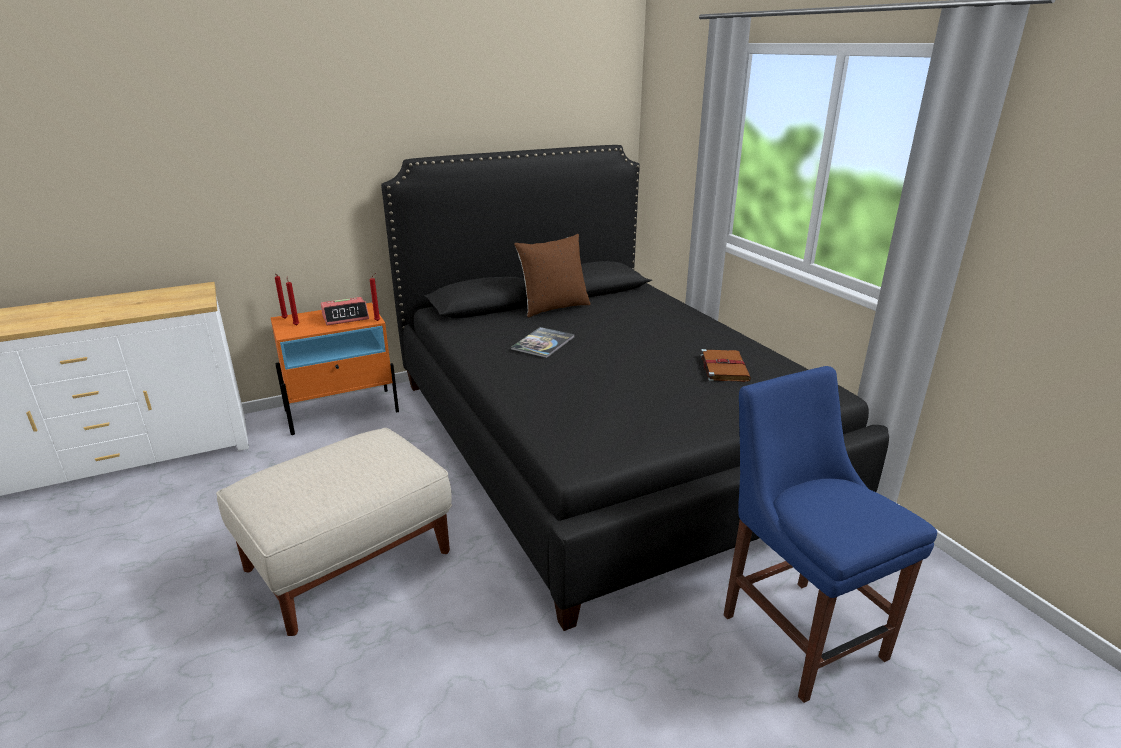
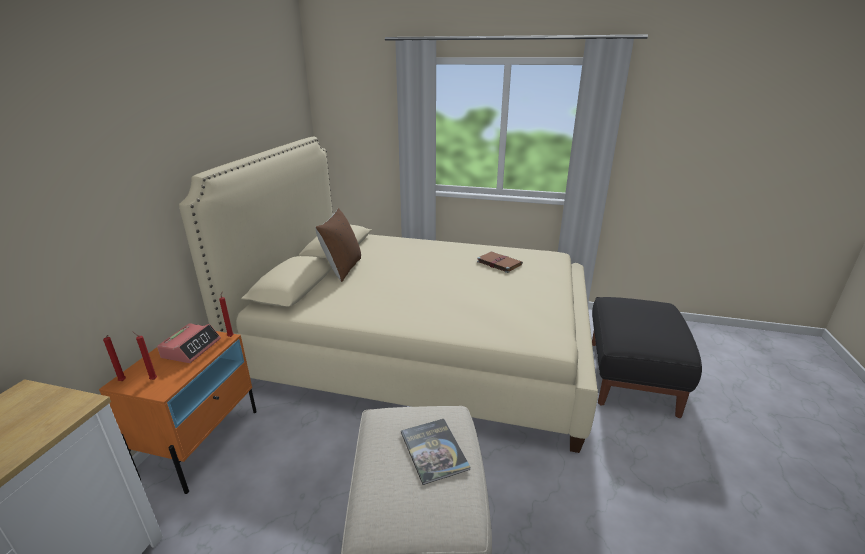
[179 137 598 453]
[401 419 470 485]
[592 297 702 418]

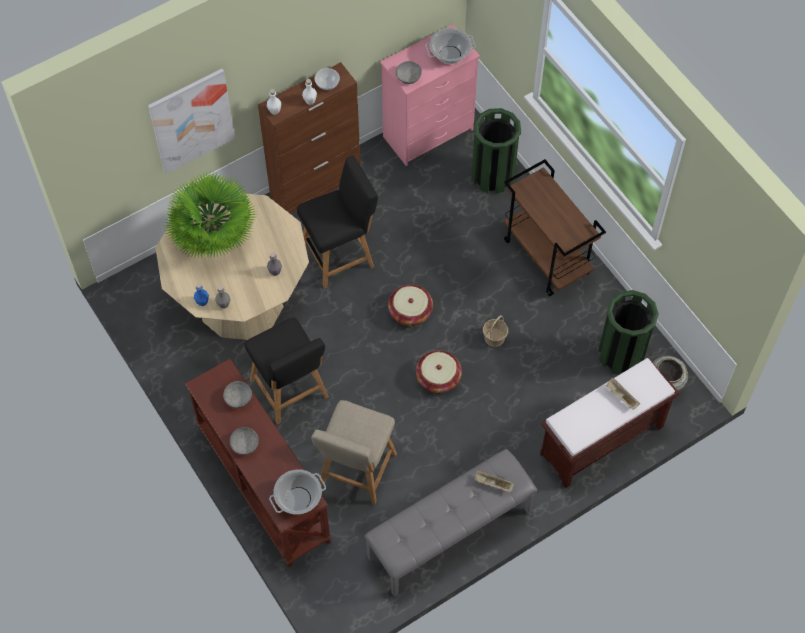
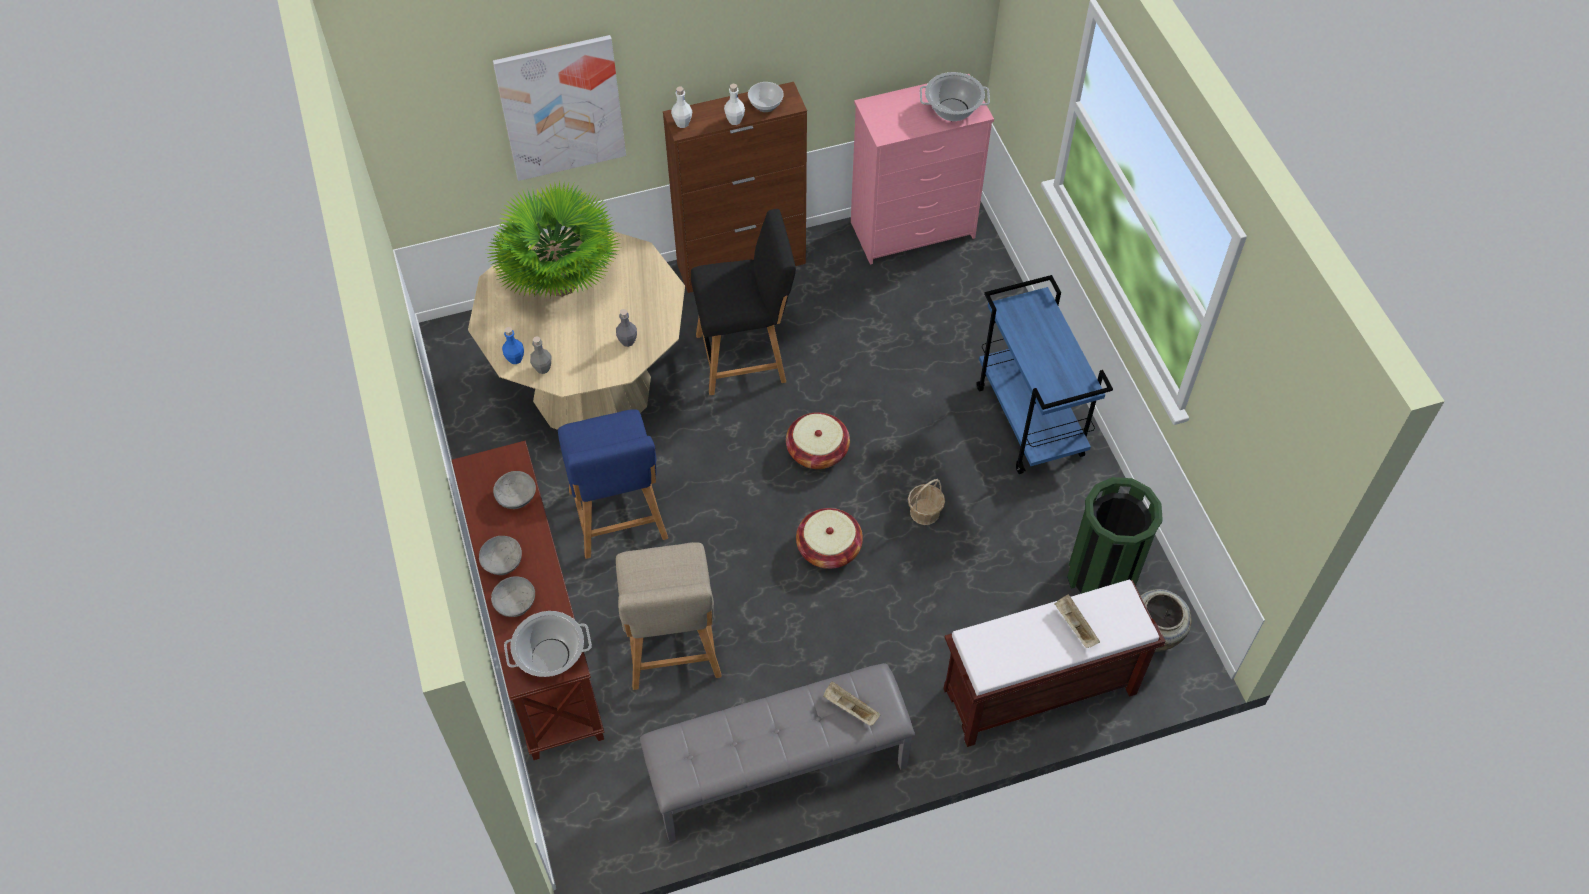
[491 576 535 617]
[558 409 668 559]
[616 542 722 690]
[976 275 1113 474]
[471 108 521 193] (first image)

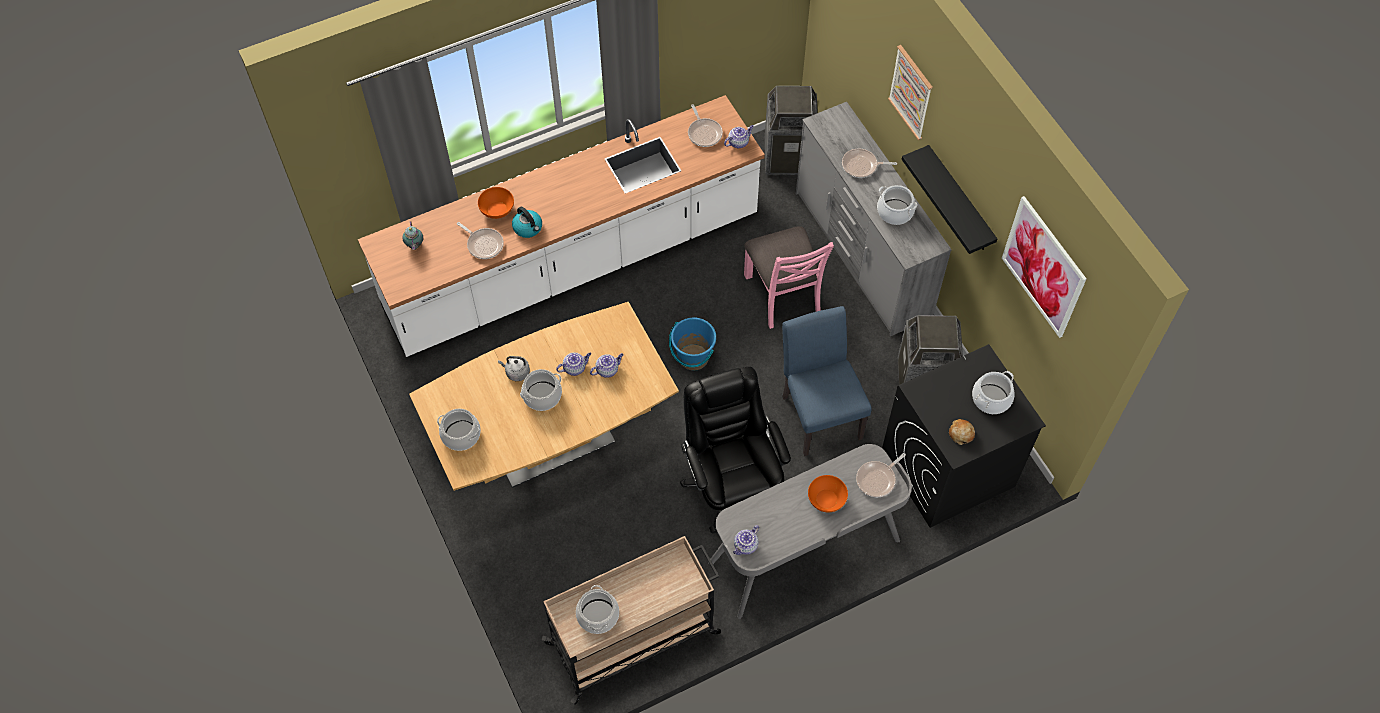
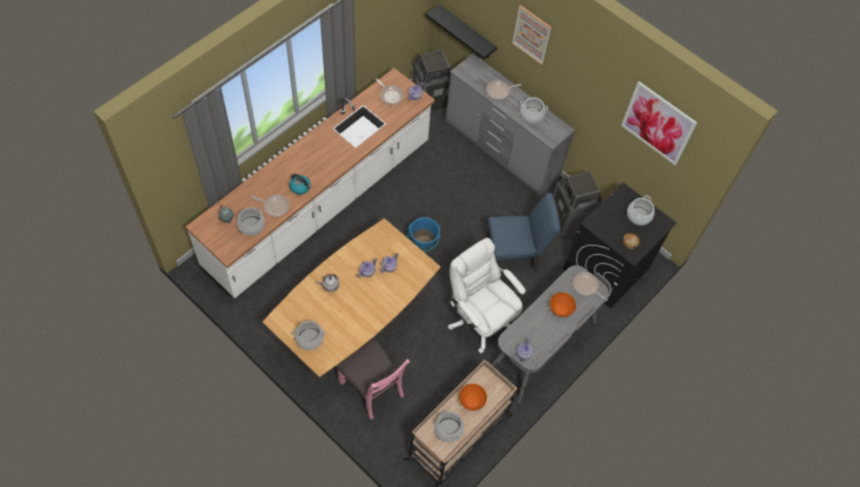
[237 207 265 236]
[337 339 410 420]
[426 4 497 60]
[448 238 526 353]
[459 384 487 411]
[486 193 561 271]
[573 272 608 301]

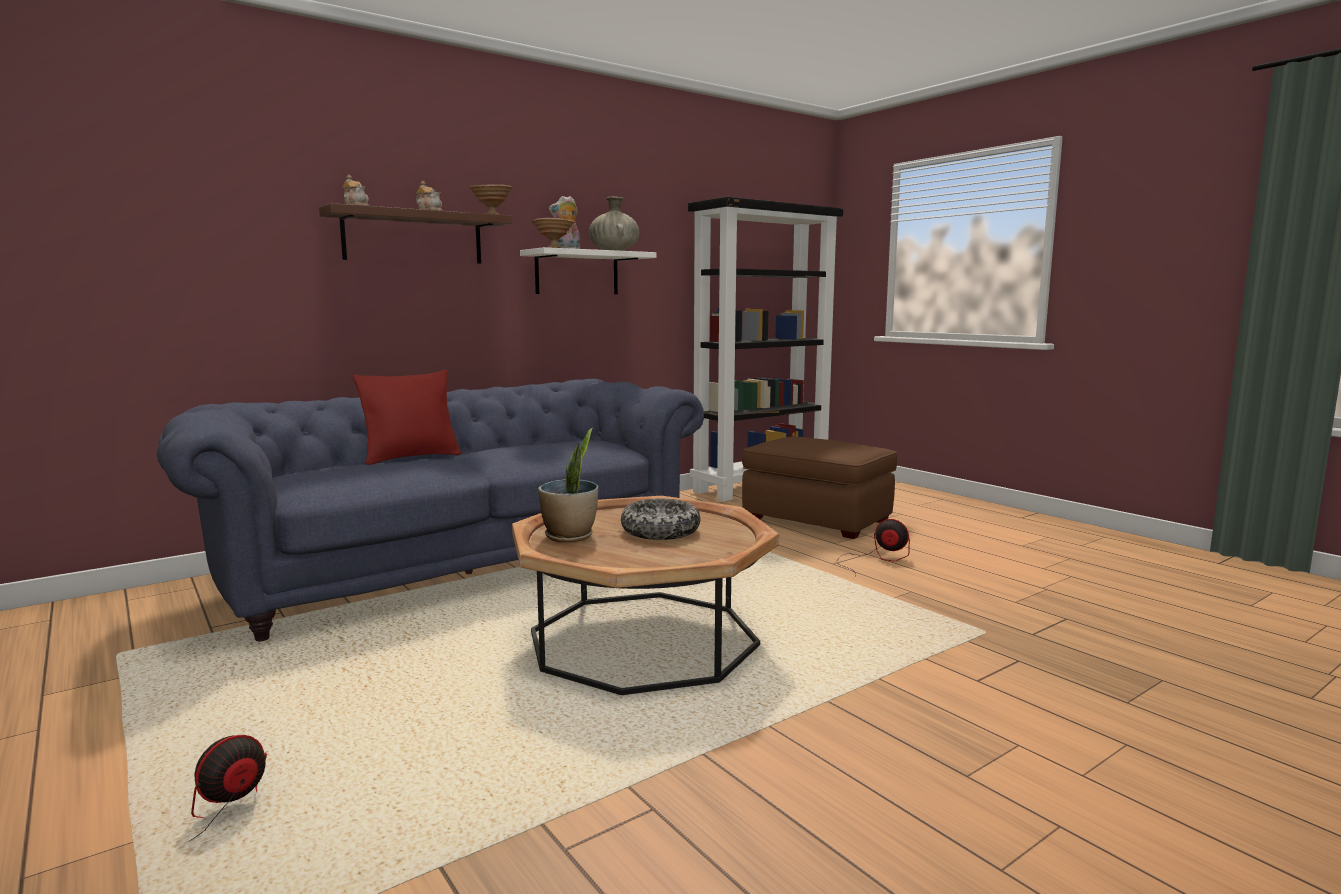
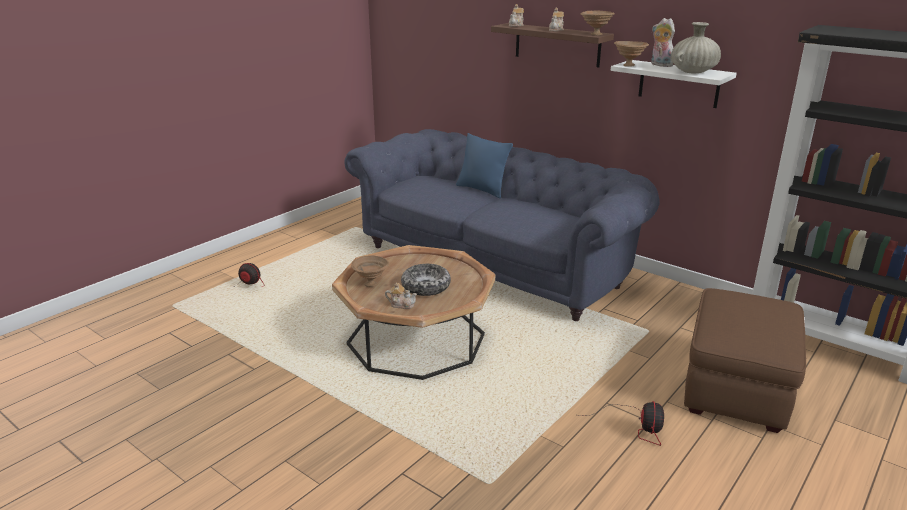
[351 255 389 287]
[385 283 417 309]
[456 133 513 198]
[538 428 598 543] (first image)

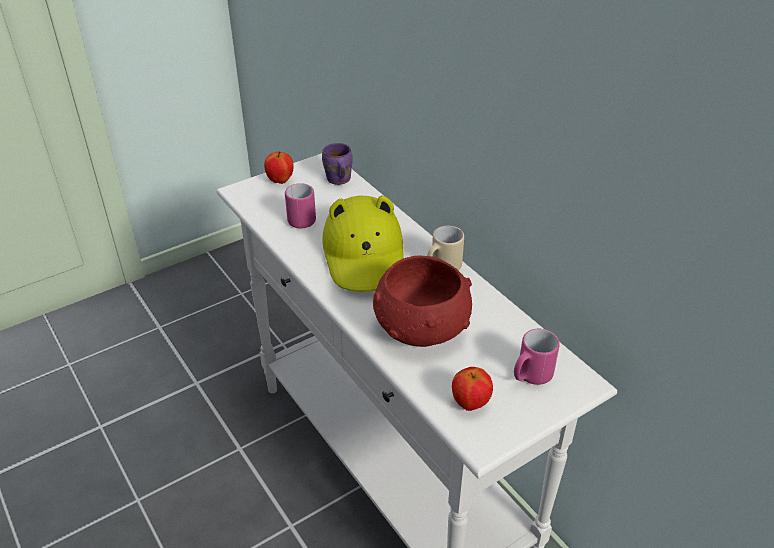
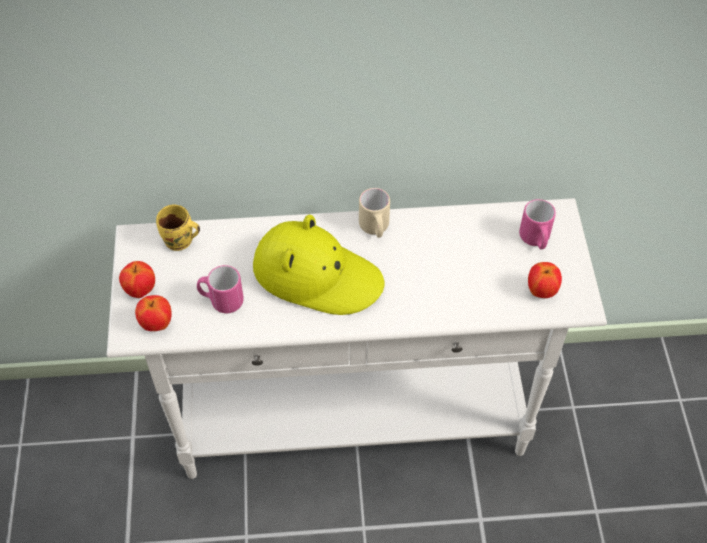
[135 295 172 331]
[156 205 200 251]
[373 256 472 347] (first image)

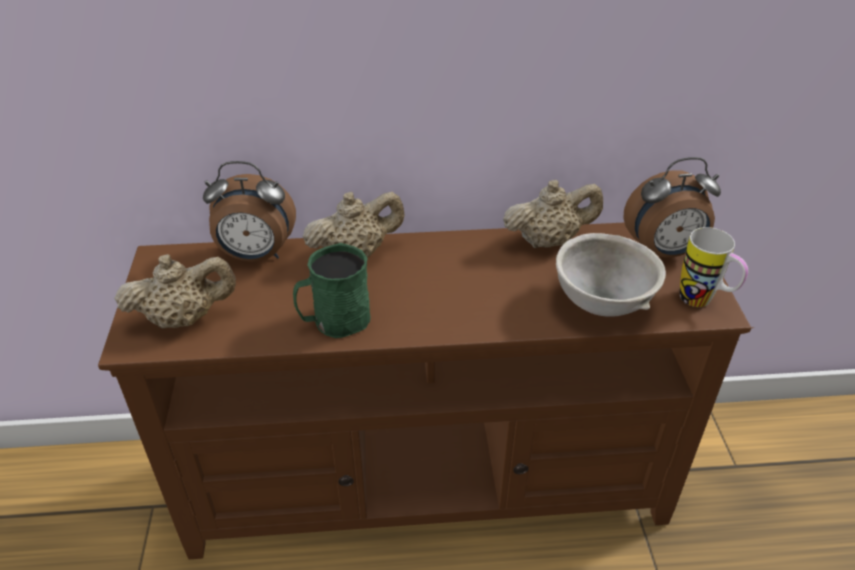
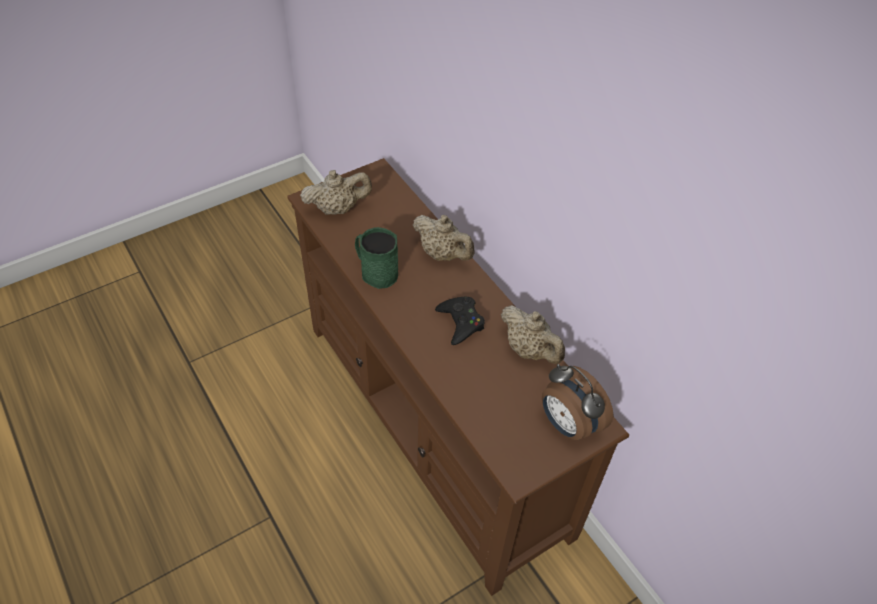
[300 170 372 215]
[435 297 485 345]
[203 161 296 262] (first image)
[556 233 666 317] (first image)
[680 227 748 307] (first image)

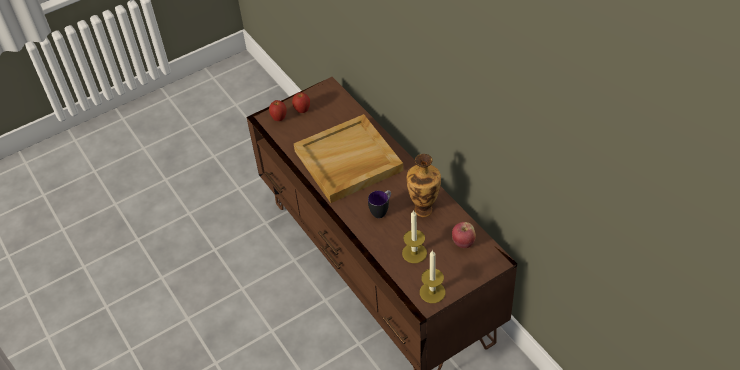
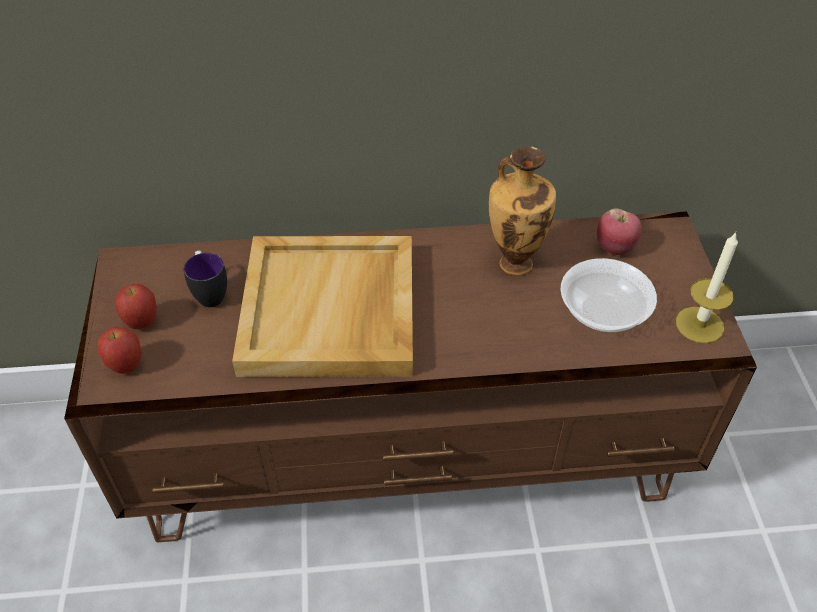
[184 250 227 307]
[561 258 657 332]

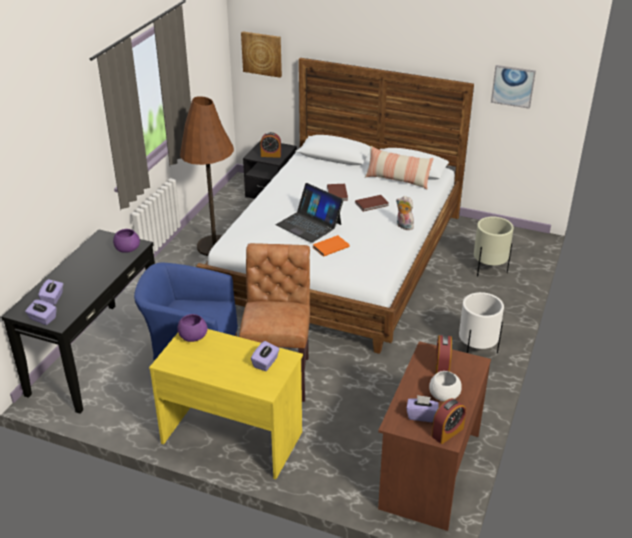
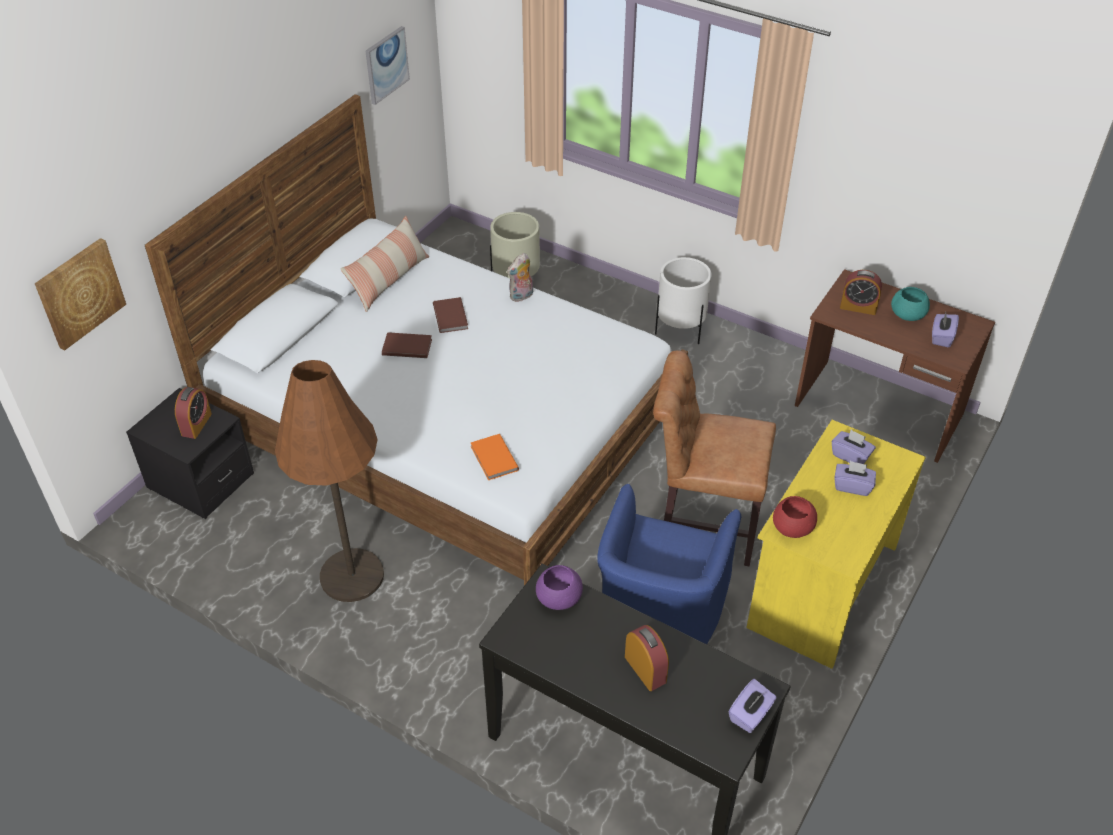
[471 434 519 480]
[625 625 669 691]
[773 496 817 538]
[834 461 876 496]
[891 287 930 321]
[276 183 344 243] (first image)

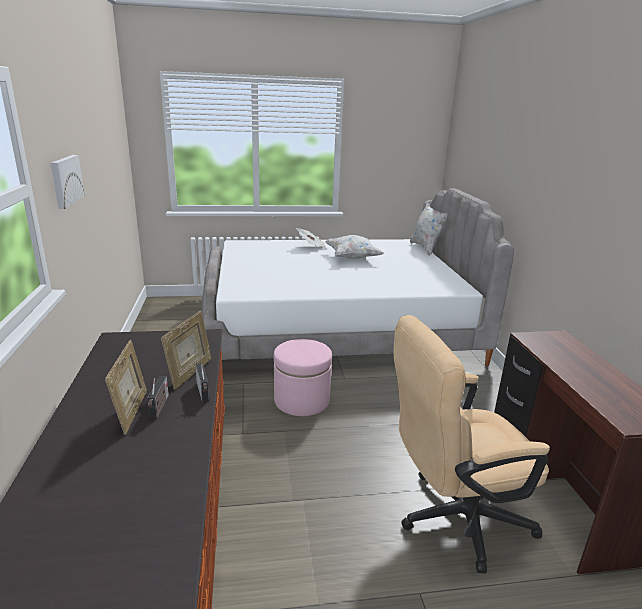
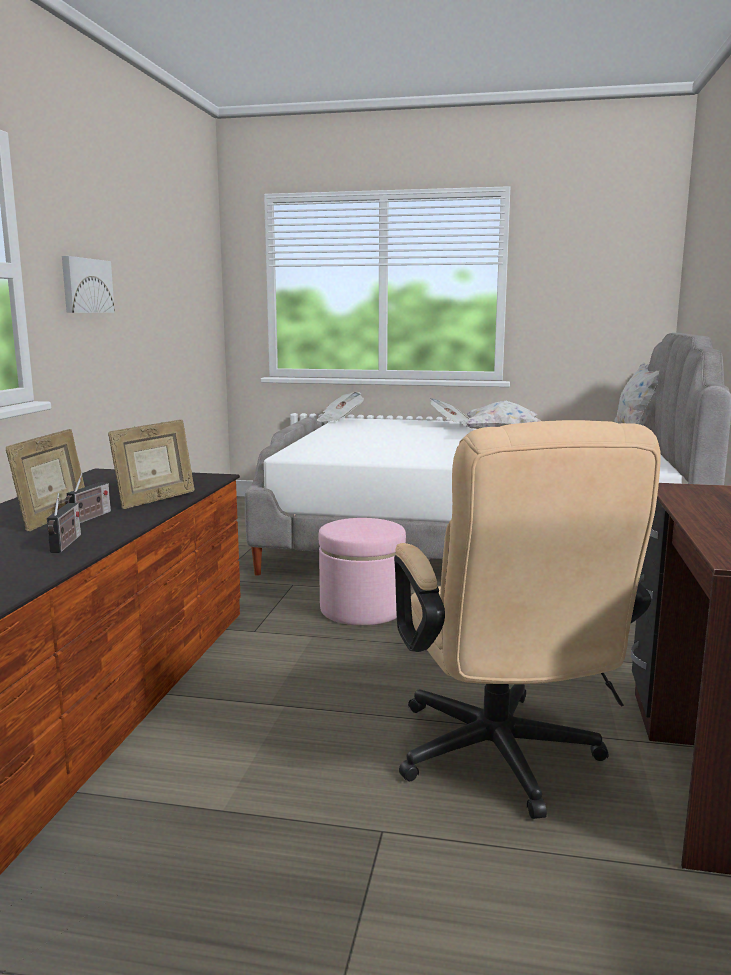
[47 493 81 553]
[317 392 364 422]
[394 420 661 819]

